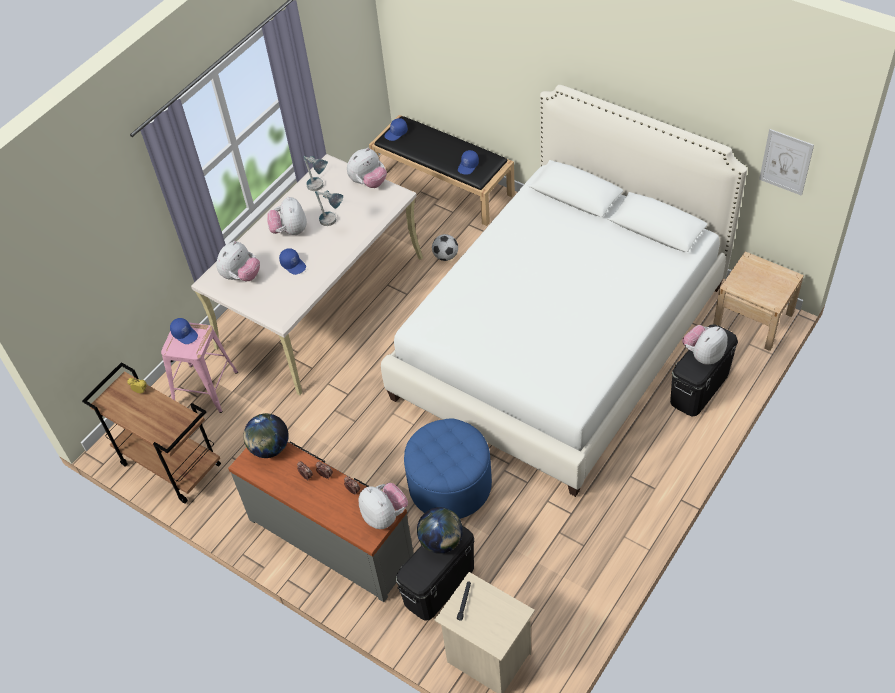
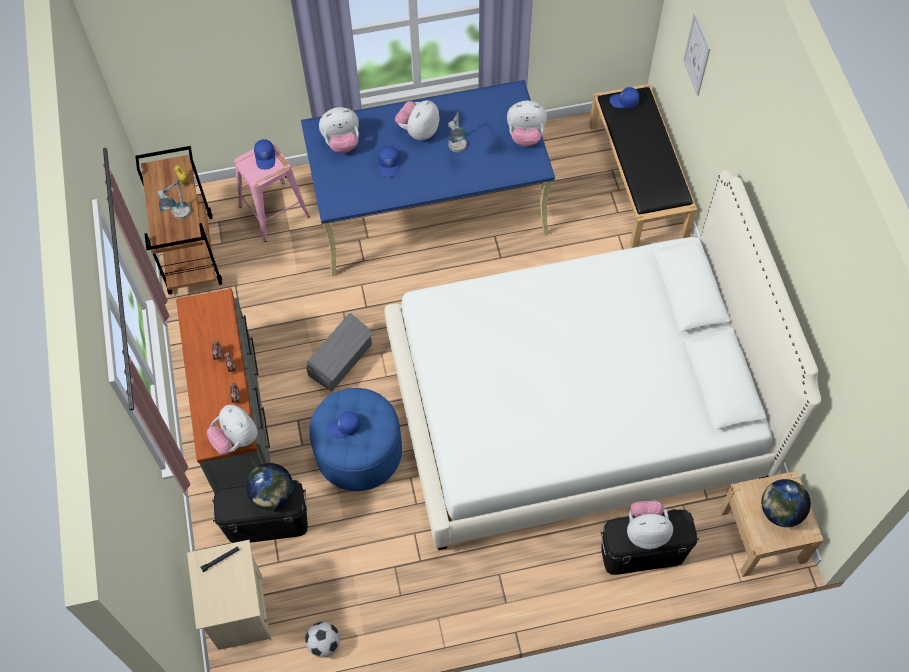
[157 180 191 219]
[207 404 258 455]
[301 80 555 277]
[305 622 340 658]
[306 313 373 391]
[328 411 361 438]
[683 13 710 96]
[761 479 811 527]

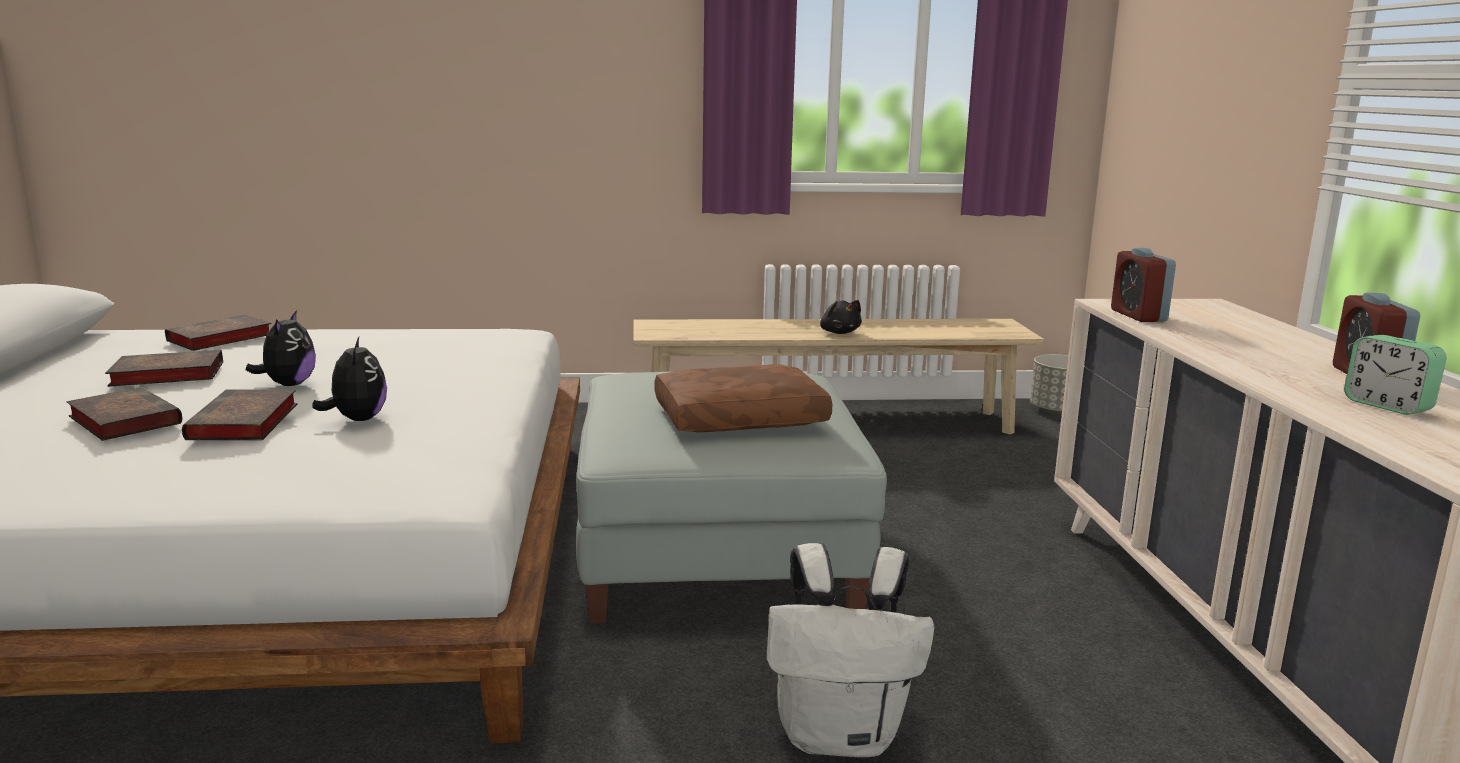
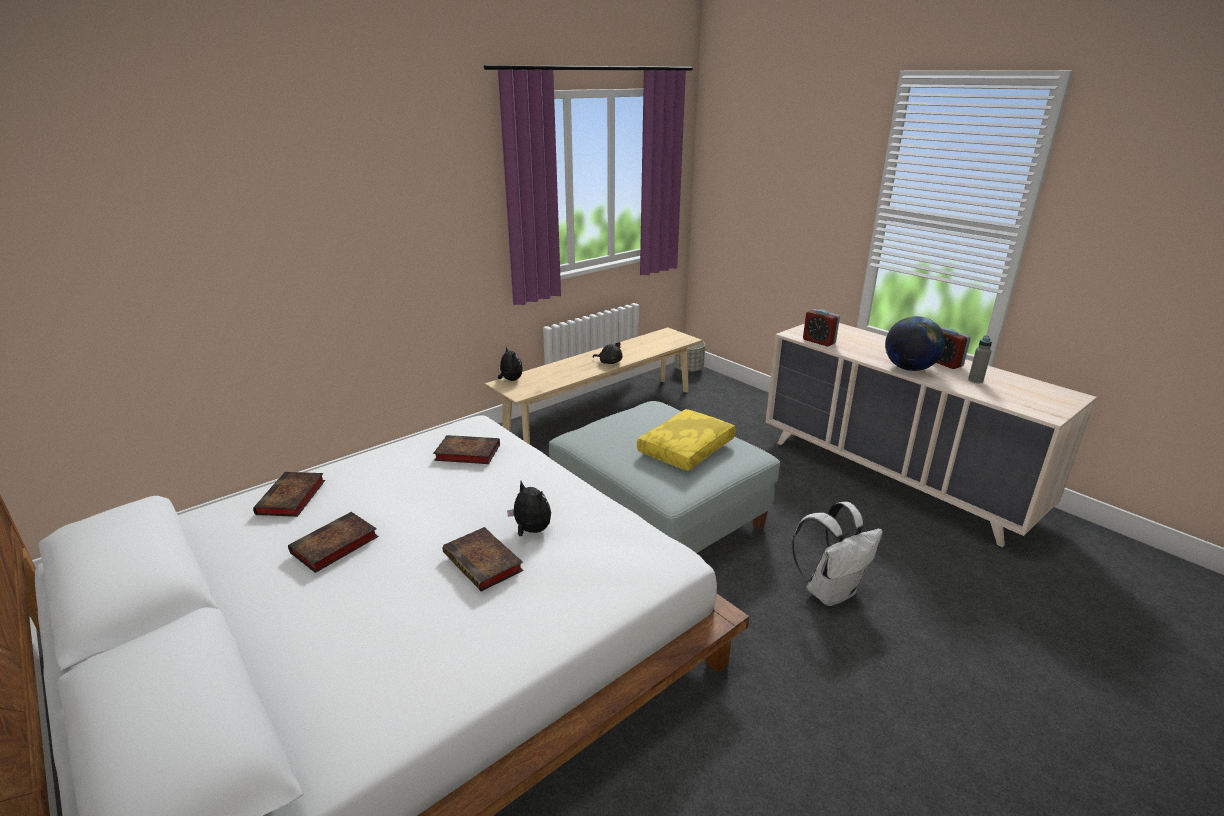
[433 435 500 464]
[498 347 523 381]
[637 409 736 471]
[885 316 945 371]
[968 335 992 383]

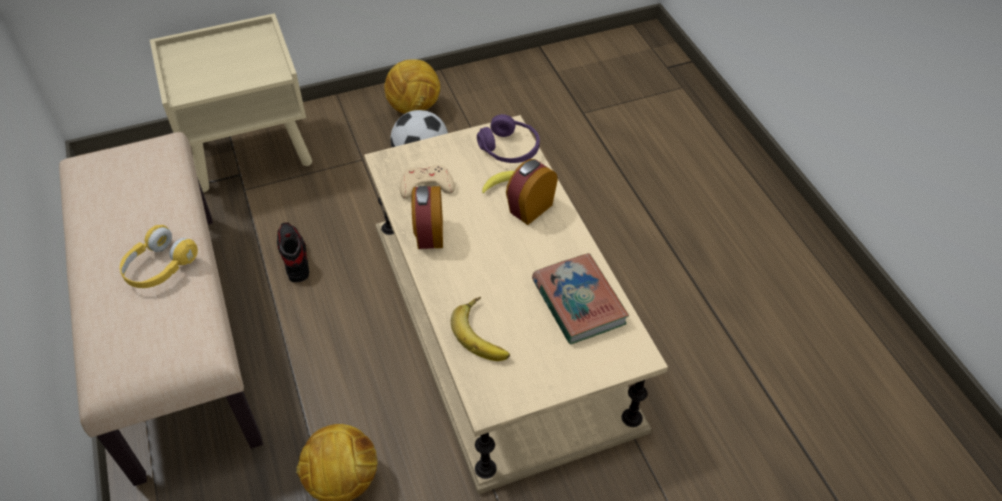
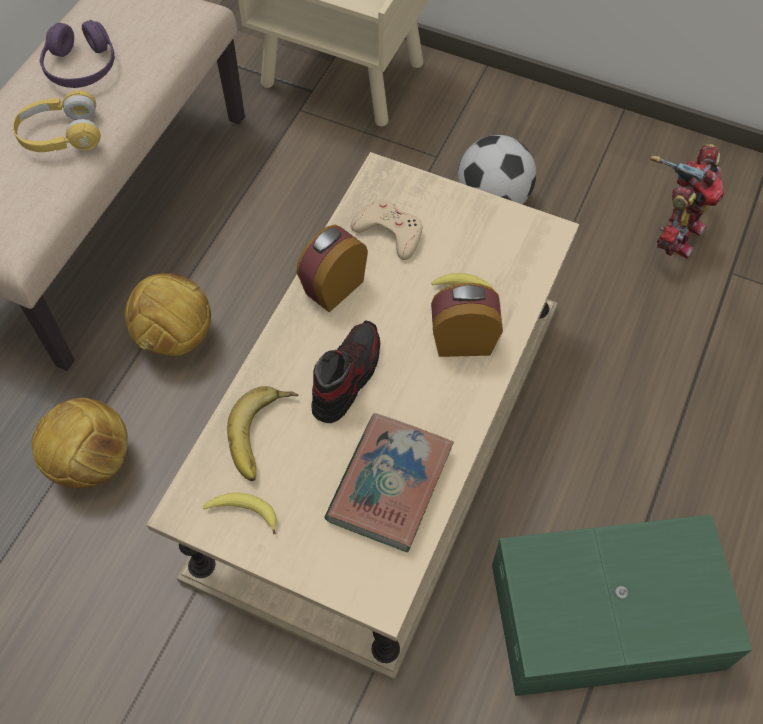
[39 20 115 88]
[125 273 211 356]
[203 492 277 534]
[311 320 380 423]
[492 514 752 696]
[650 144 724 259]

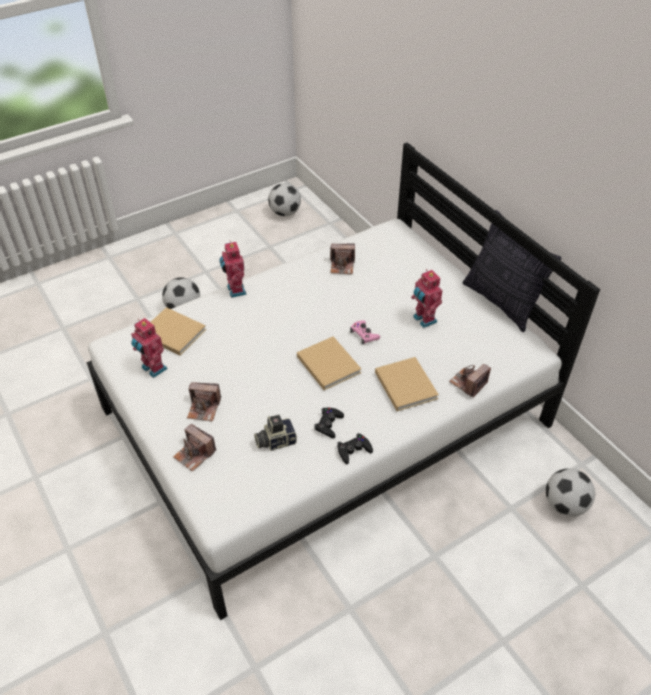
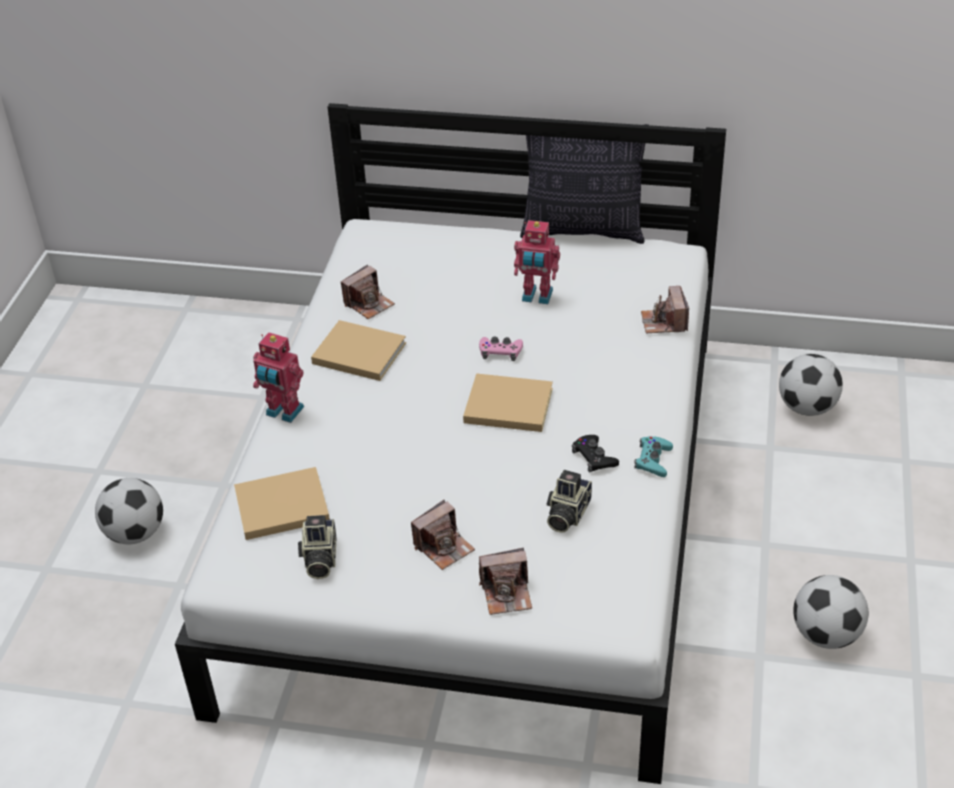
[298 515 336 579]
[311 320 406 381]
[634 436 673 477]
[793 575 869 649]

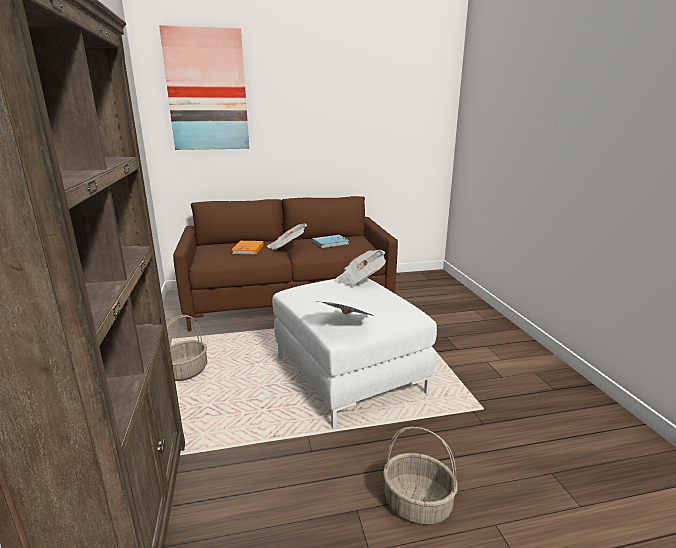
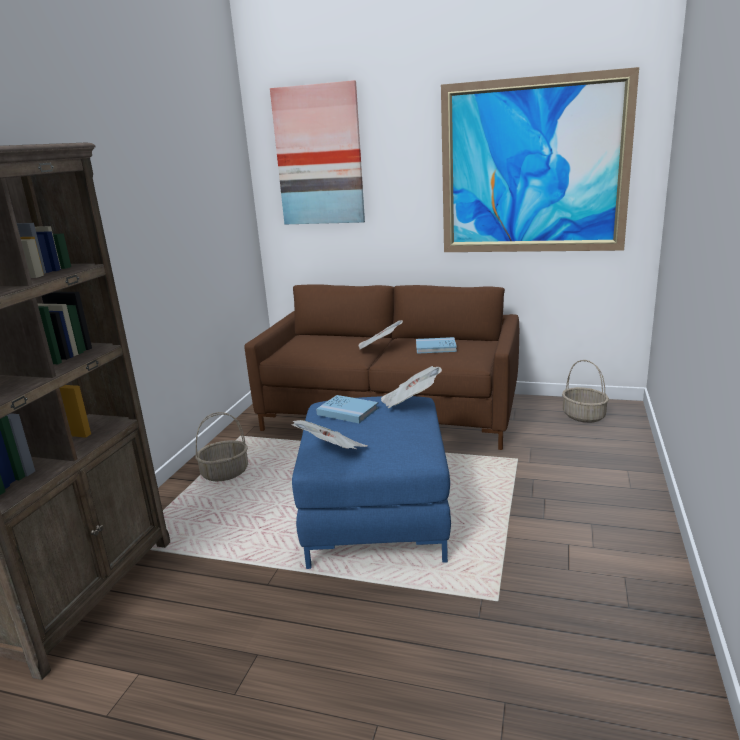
[292 396 451 569]
[316 395 378 423]
[441 67 639 252]
[562 360 609 423]
[232 241 264 254] (first image)

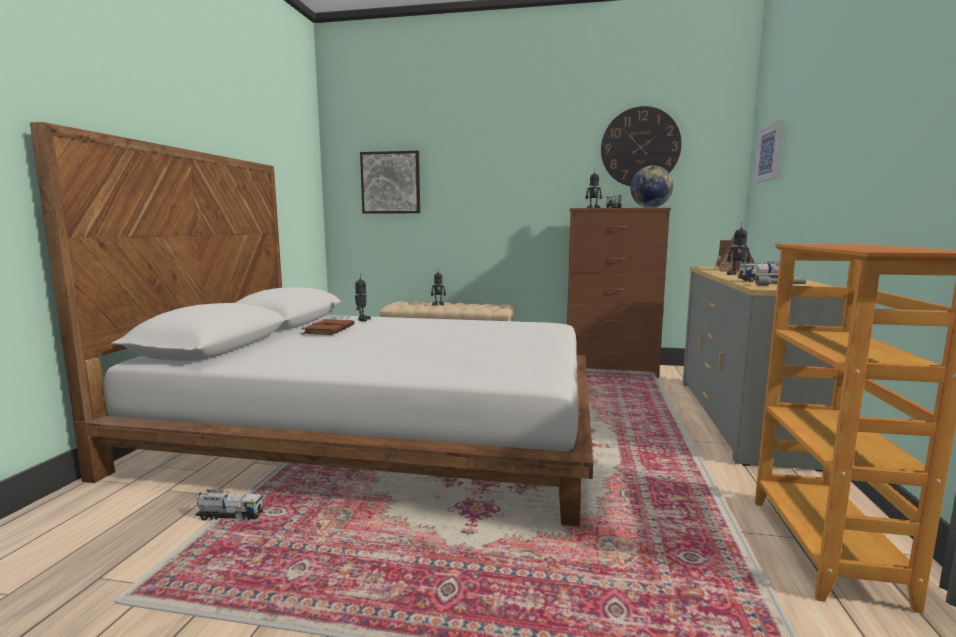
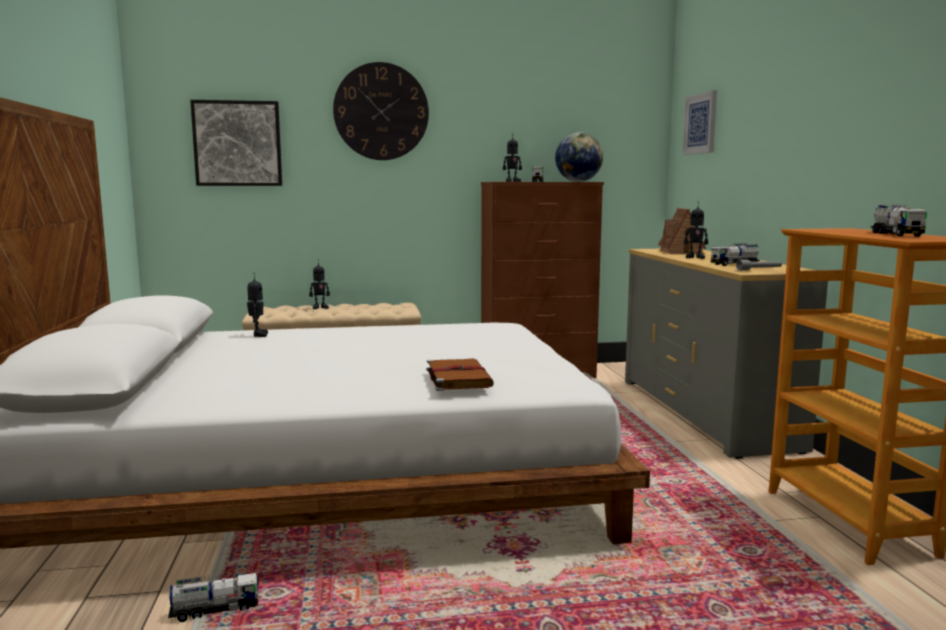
[333 62 429 160]
[426 358 494 391]
[871 204 927 236]

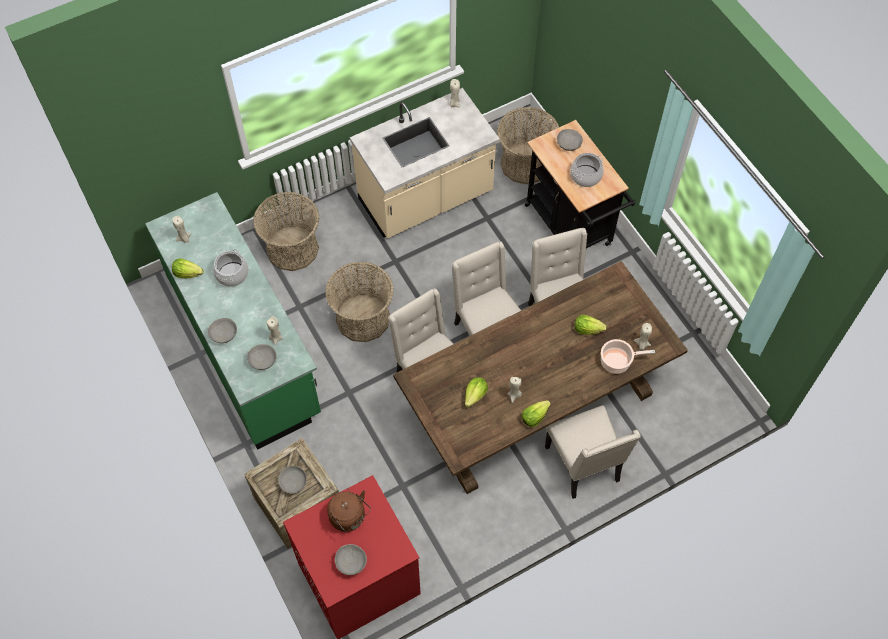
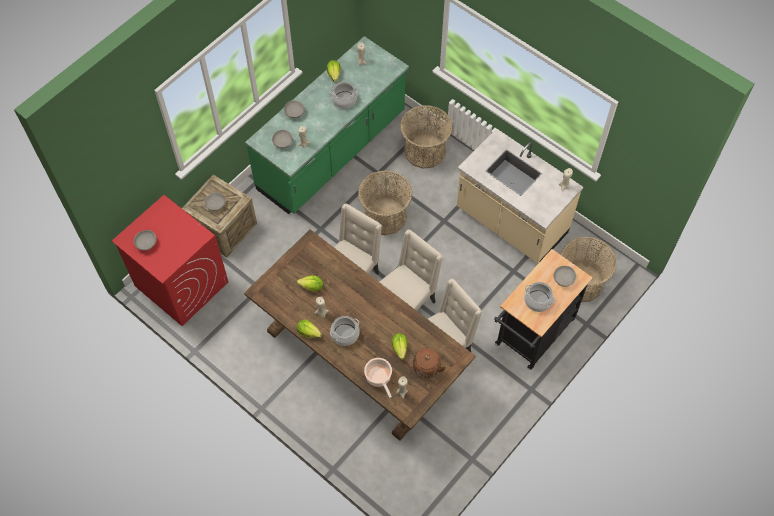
[330 316 359 346]
[409 348 446 378]
[545 405 641 499] (first image)

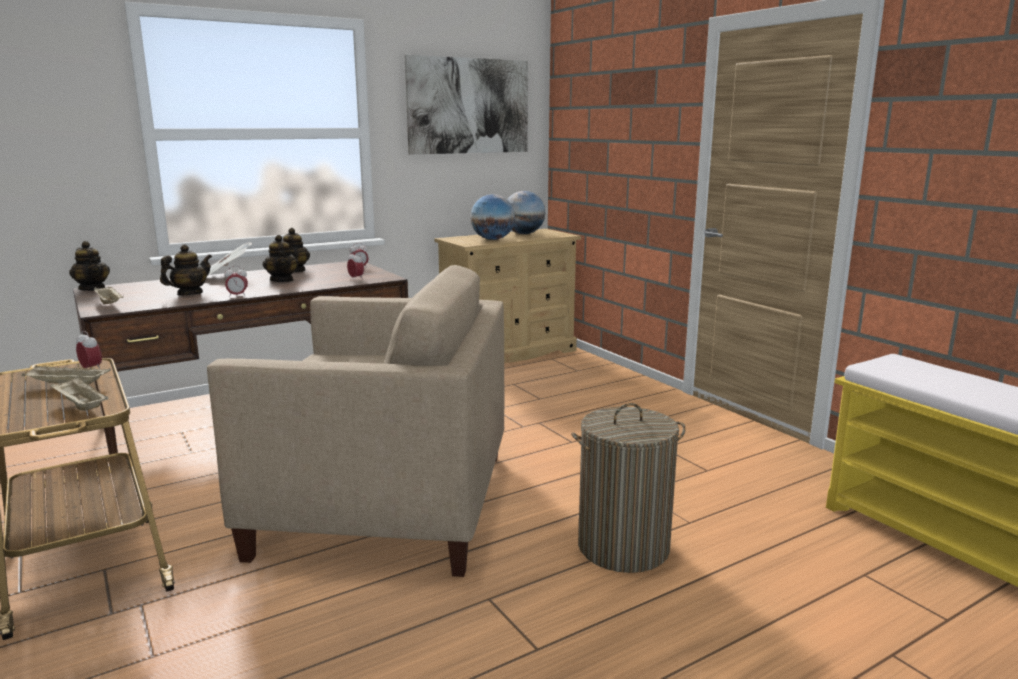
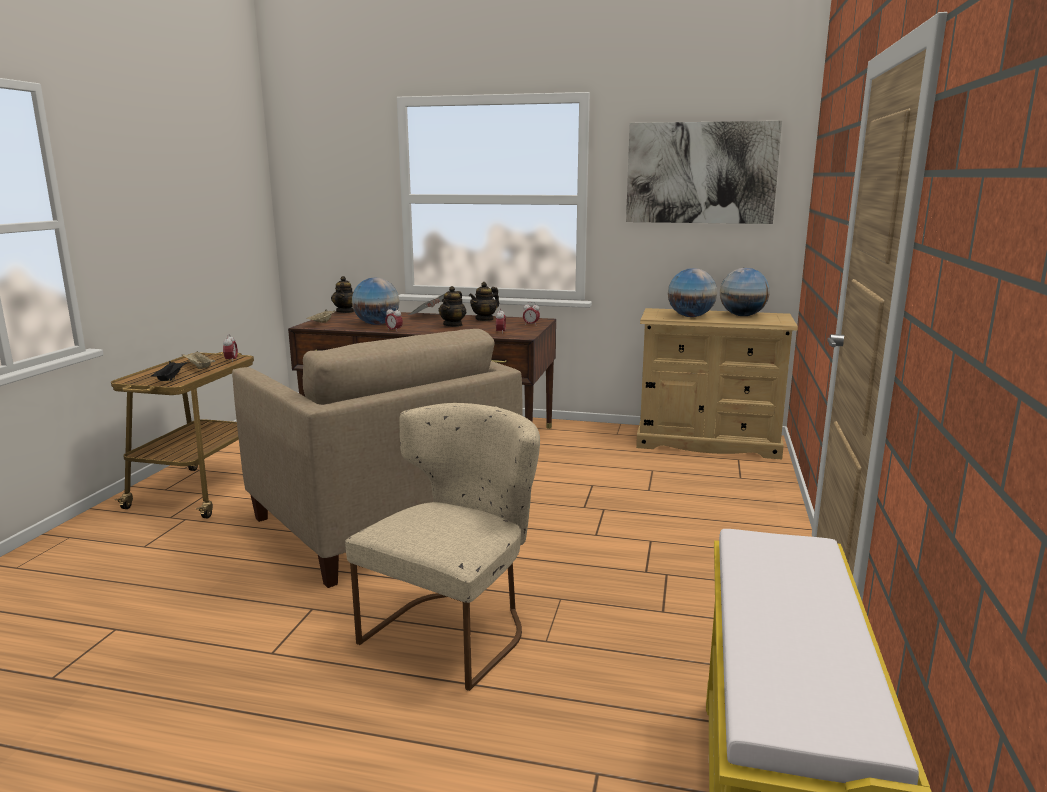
[151 361 189 381]
[345 403 540 691]
[352 278 399 325]

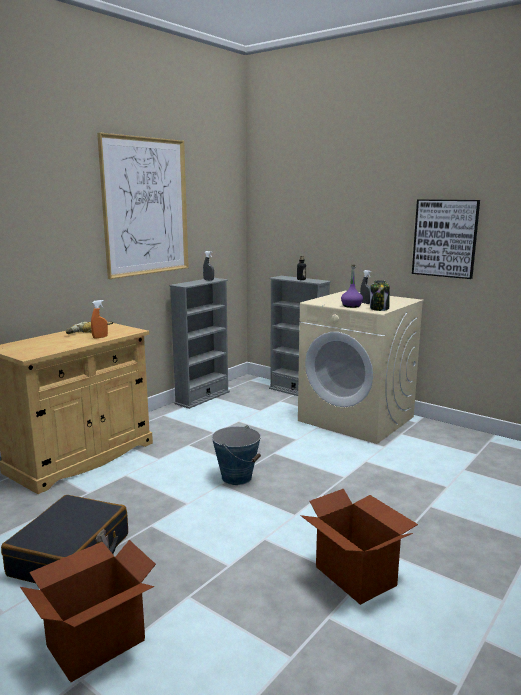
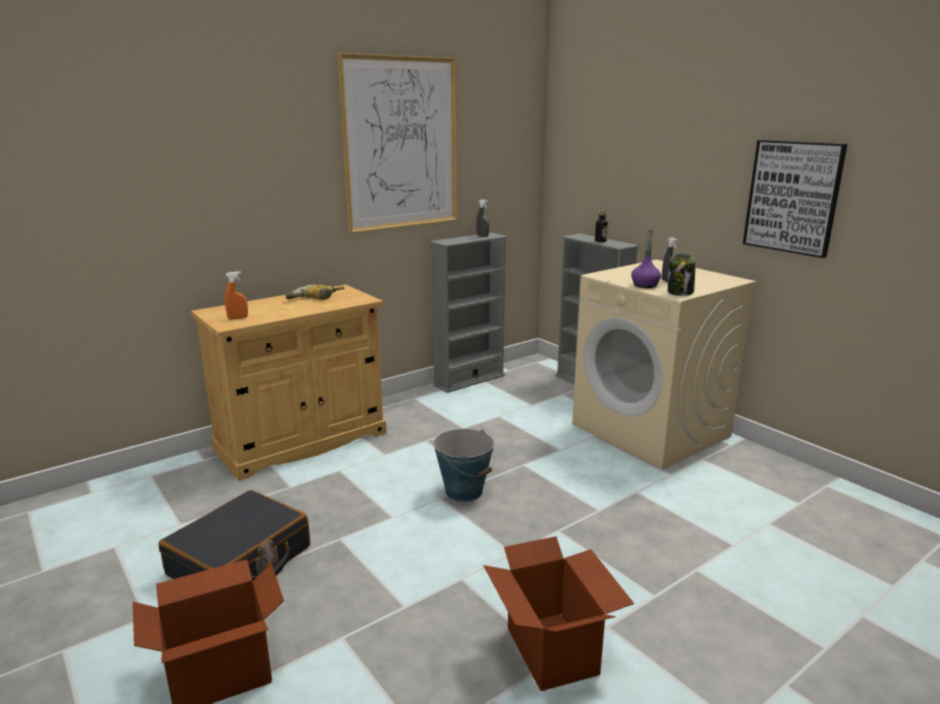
[225 271 248 320]

